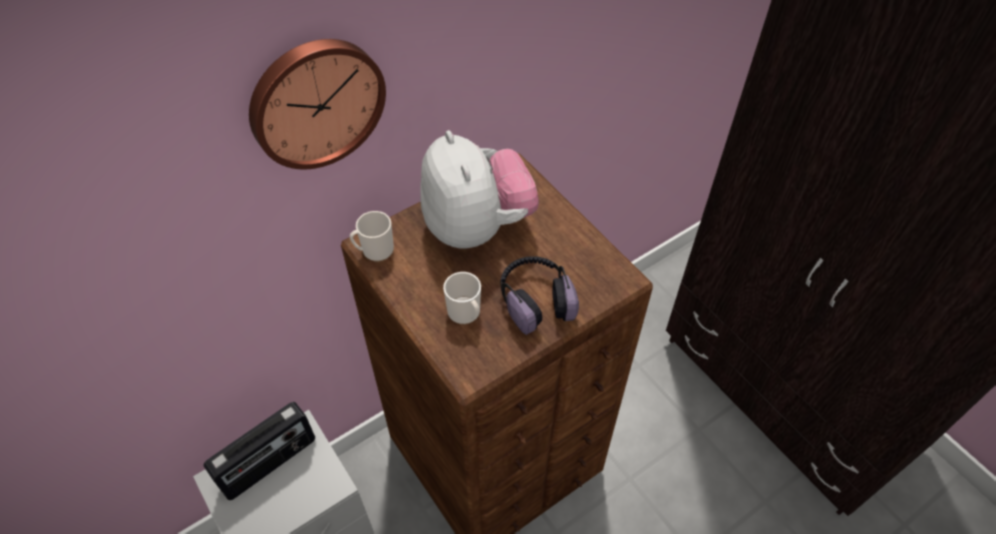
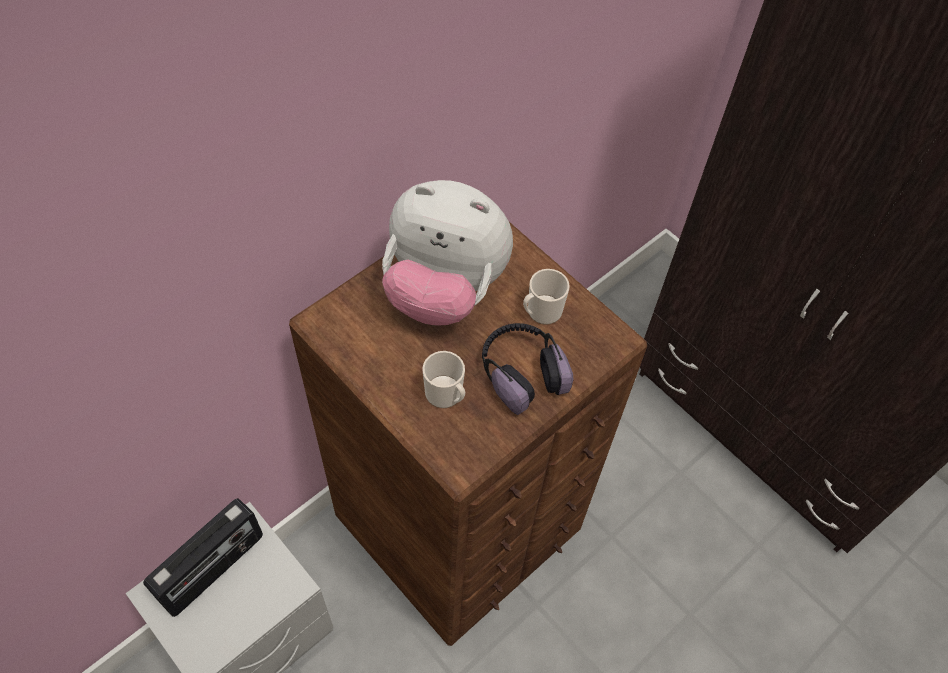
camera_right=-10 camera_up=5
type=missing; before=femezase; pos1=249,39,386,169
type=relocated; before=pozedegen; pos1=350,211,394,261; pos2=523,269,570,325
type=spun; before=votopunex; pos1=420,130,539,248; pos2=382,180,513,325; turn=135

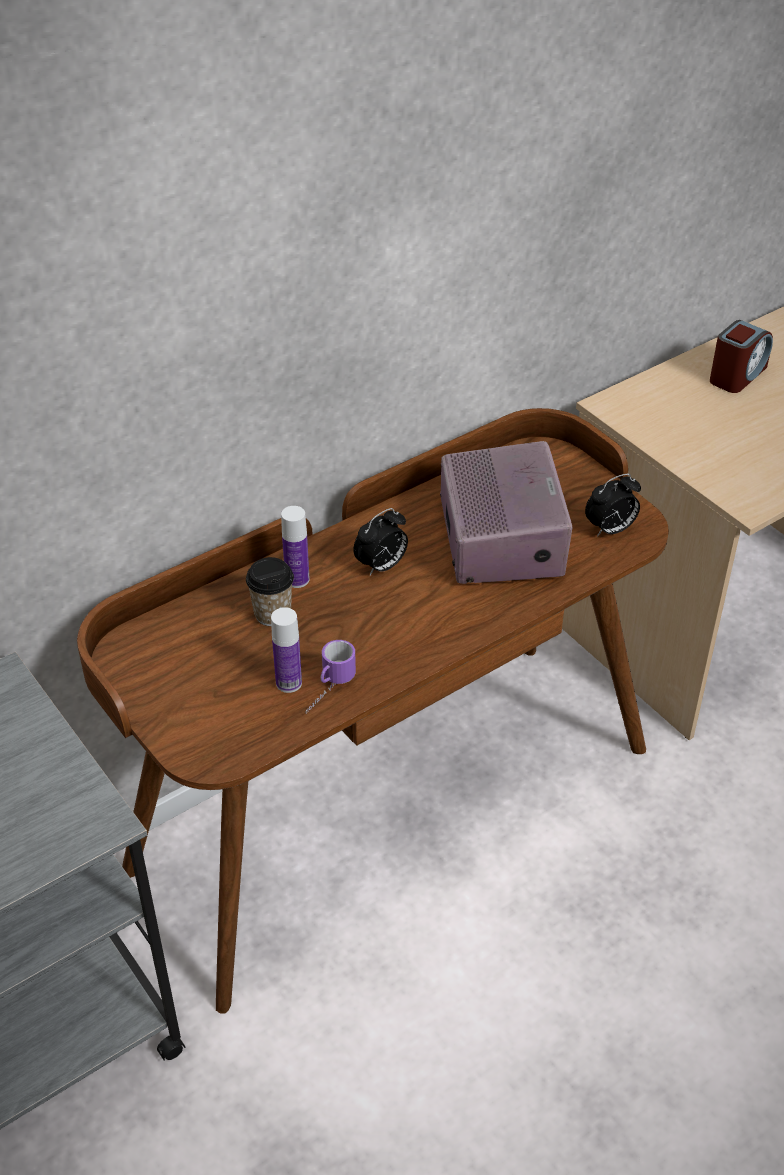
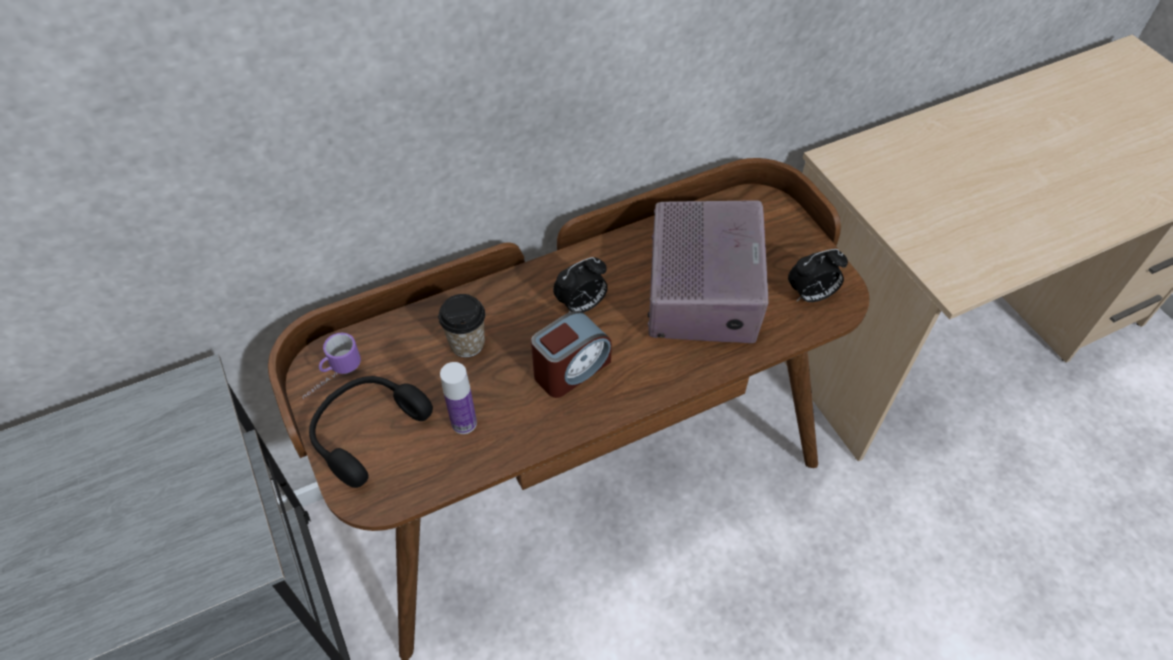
camera_right=10 camera_up=10
type=missing; before=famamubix; pos1=281,506,309,588
type=appeared; after=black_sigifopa; pos2=309,376,433,488
type=relocated; before=pozedegen; pos1=306,640,356,714; pos2=303,333,361,399
type=relocated; before=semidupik; pos1=710,320,773,393; pos2=531,311,612,398

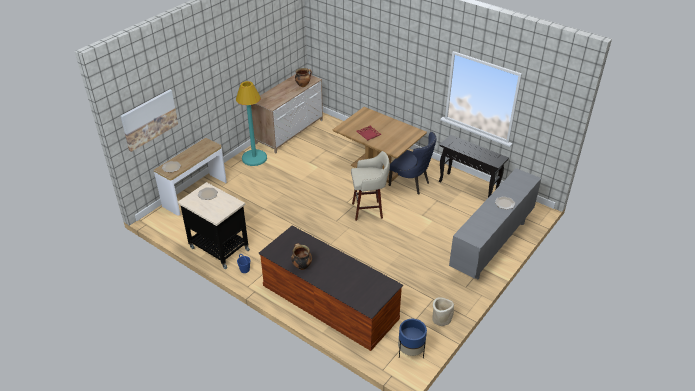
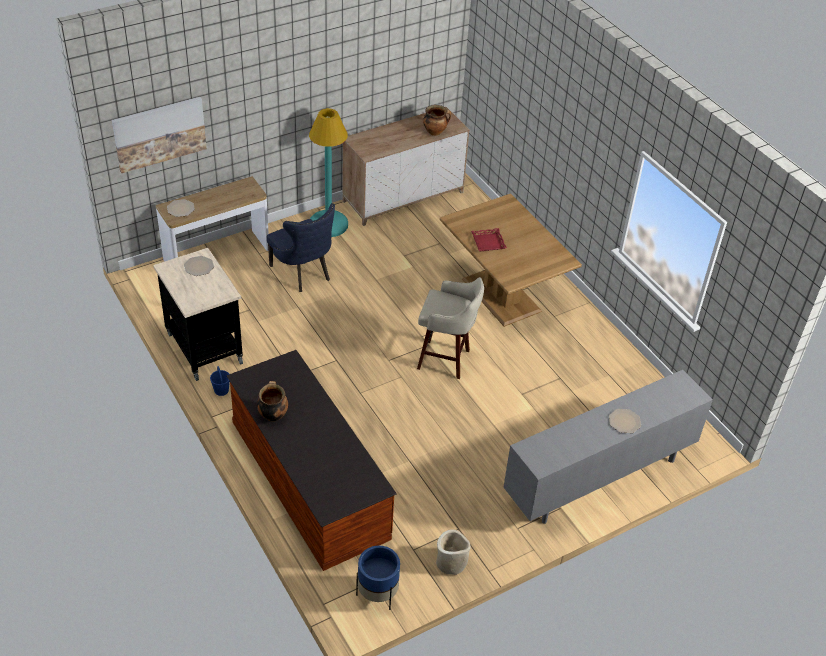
camera_right=20 camera_up=5
type=missing; before=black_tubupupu; pos1=439,135,509,198
type=relocated; before=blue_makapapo; pos1=389,132,436,195; pos2=267,203,335,292

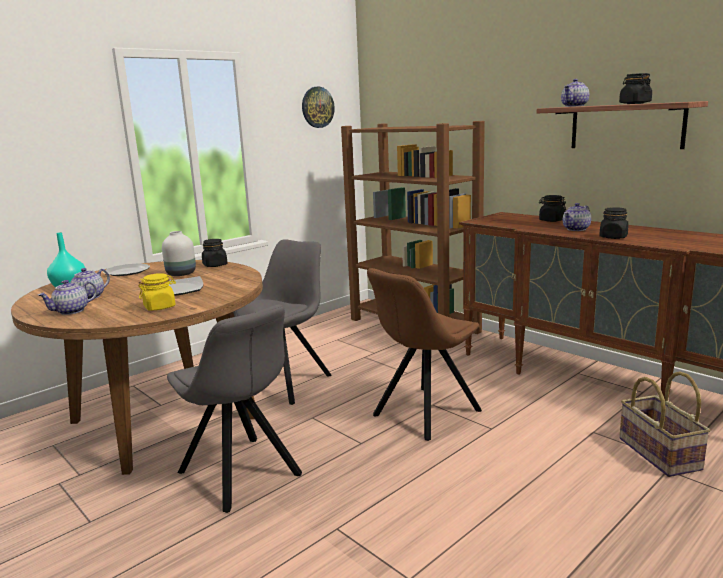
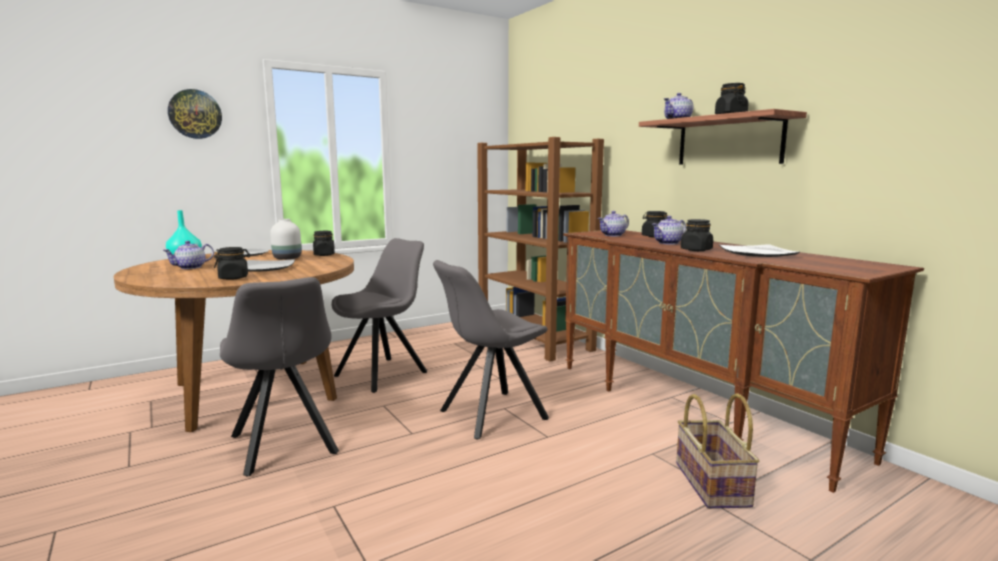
camera_right=10 camera_up=-5
type=appeared; after=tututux; pos2=719,244,800,257
type=relocated; before=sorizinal; pos1=38,280,97,315; pos2=598,211,629,236
type=relocated; before=femezase; pos1=302,87,335,128; pos2=168,89,222,139
type=colour; before=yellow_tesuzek; after=black_tesuzek; pos1=139,273,176,311; pos2=214,247,251,280
type=colour; before=brown_makapapo; after=grey_makapapo; pos1=367,268,482,441; pos2=433,260,549,439

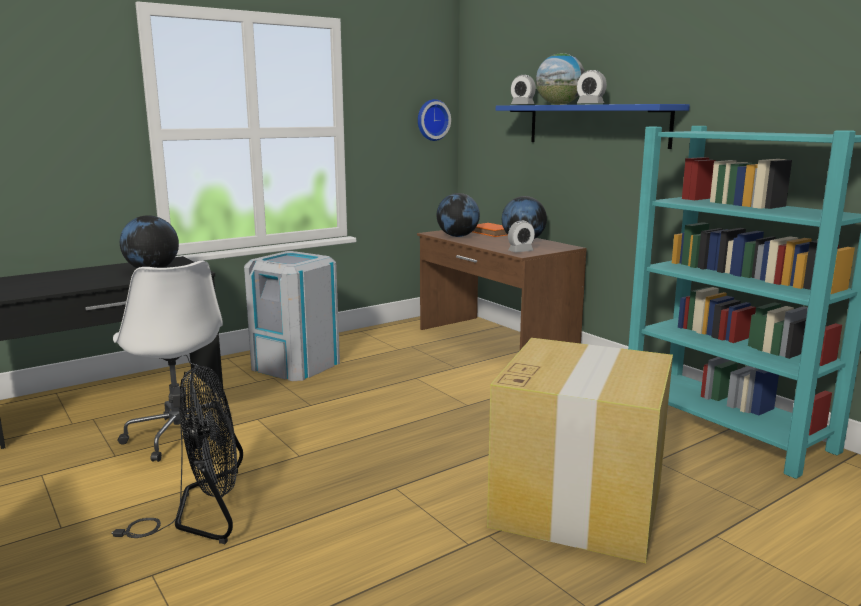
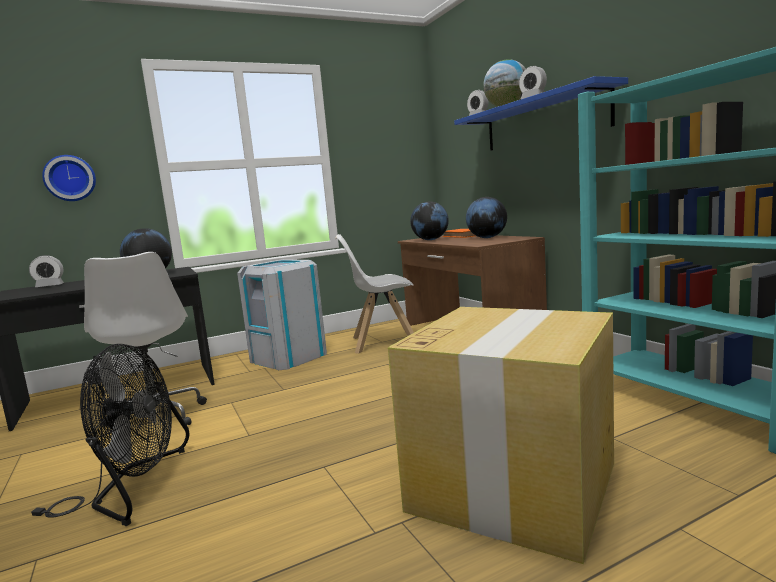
camera_right=10 camera_up=-5
type=appeared; after=makapapo; pos2=335,234,414,354
type=relocated; before=femezase; pos1=418,99,451,141; pos2=42,155,96,201
type=relocated; before=semidupik; pos1=508,221,535,252; pos2=29,255,64,287

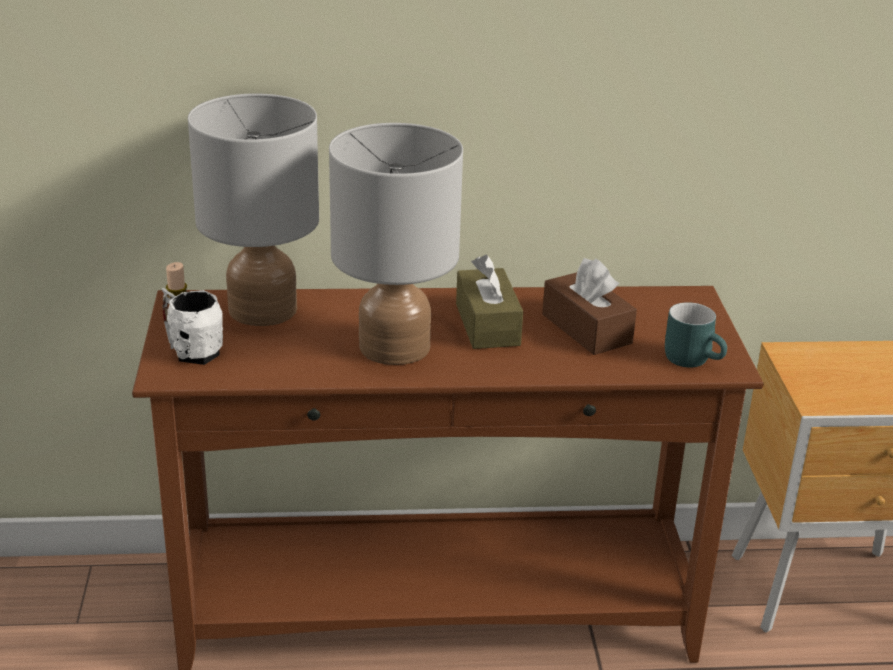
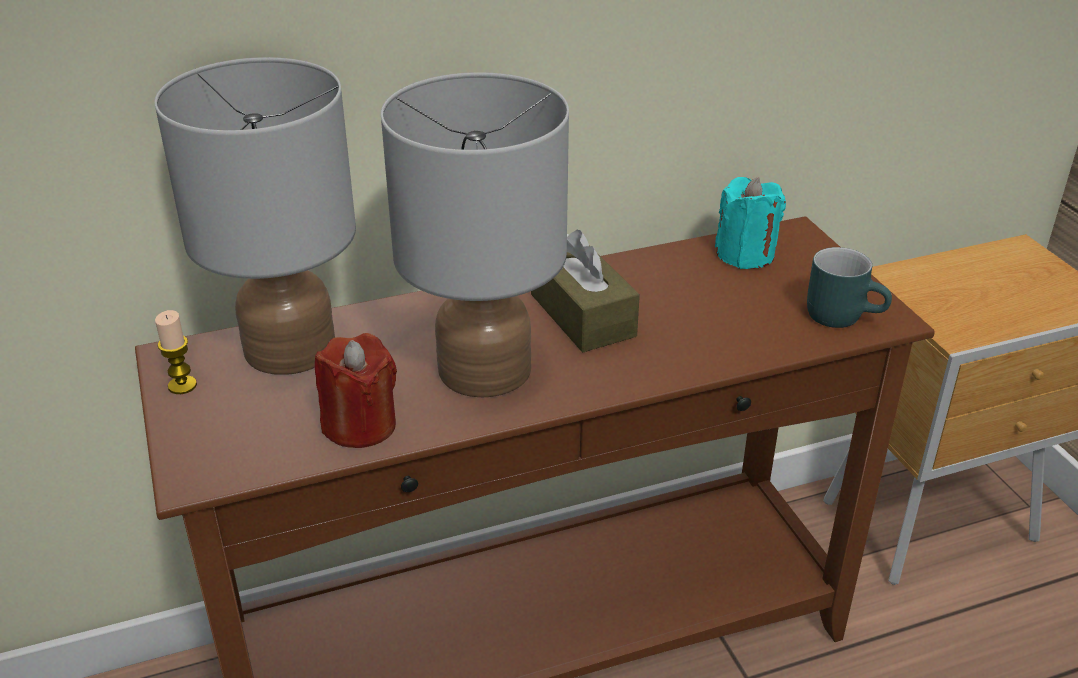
camera_right=-15 camera_up=5
type=missing; before=white_pozedegen; pos1=162,287,223,365
type=missing; before=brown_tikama; pos1=542,258,637,355
type=appeared; after=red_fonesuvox; pos2=315,333,397,448
type=appeared; after=turquoise_fonesuvox; pos2=715,177,786,269

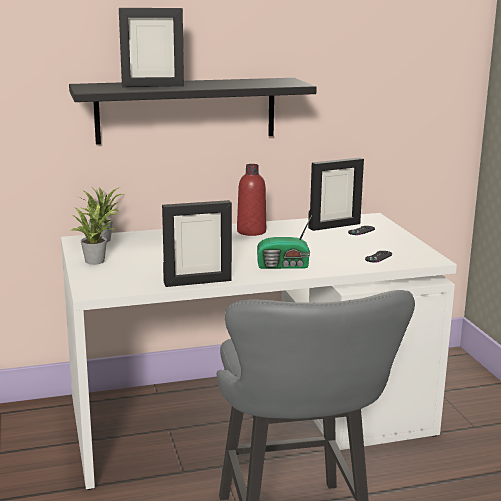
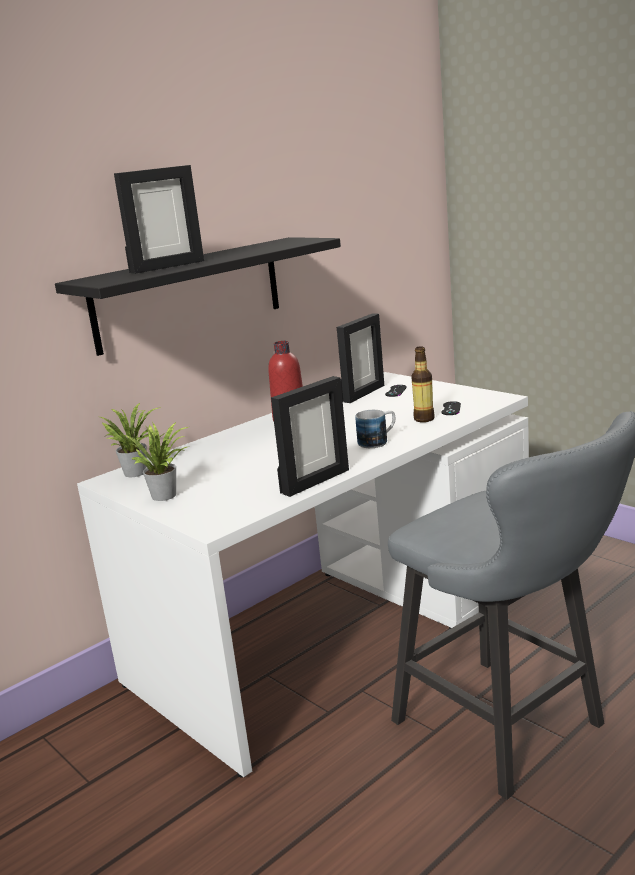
camera_right=-25 camera_up=0
type=appeared; after=famamubix; pos2=411,346,435,422
type=exchanged; before=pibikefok; after=pozedegen; pos1=257,215,312,269; pos2=355,410,395,448

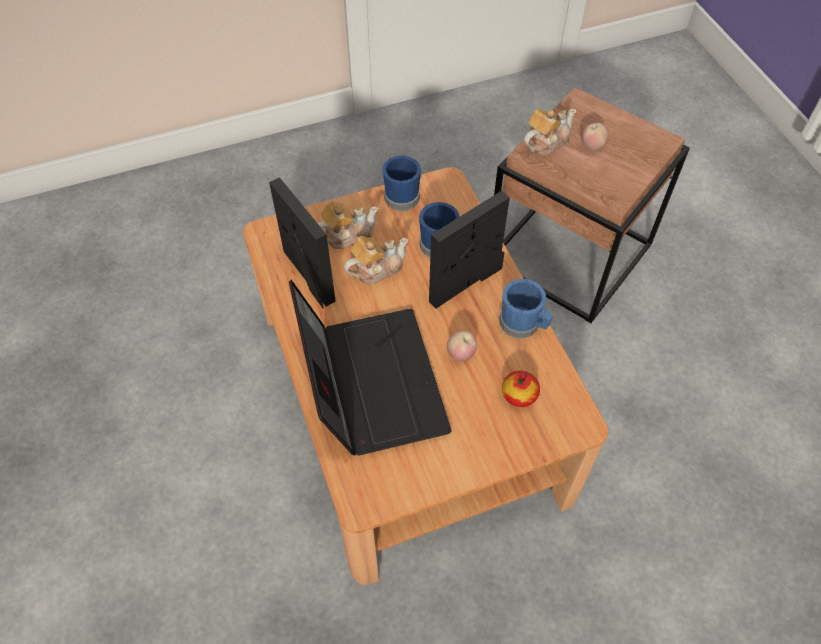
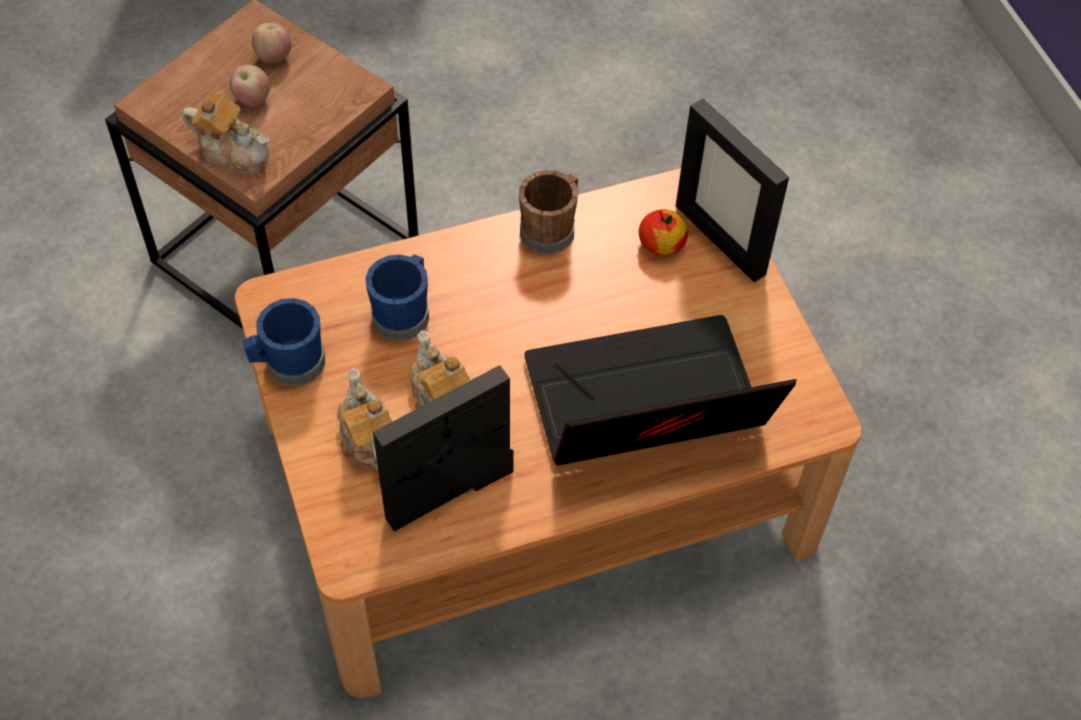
camera_right=-90 camera_up=0
type=relocated; before=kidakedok; pos1=429,191,510,309; pos2=676,98,789,282
type=relocated; before=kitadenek; pos1=447,330,477,361; pos2=252,23,291,63
type=colour; before=blue_pozedegen; after=brown_pozedegen; pos1=500,279,553,339; pos2=519,170,578,254
type=spun; before=sorizinal; pos1=524,108,576,156; pos2=183,91,269,175; turn=150

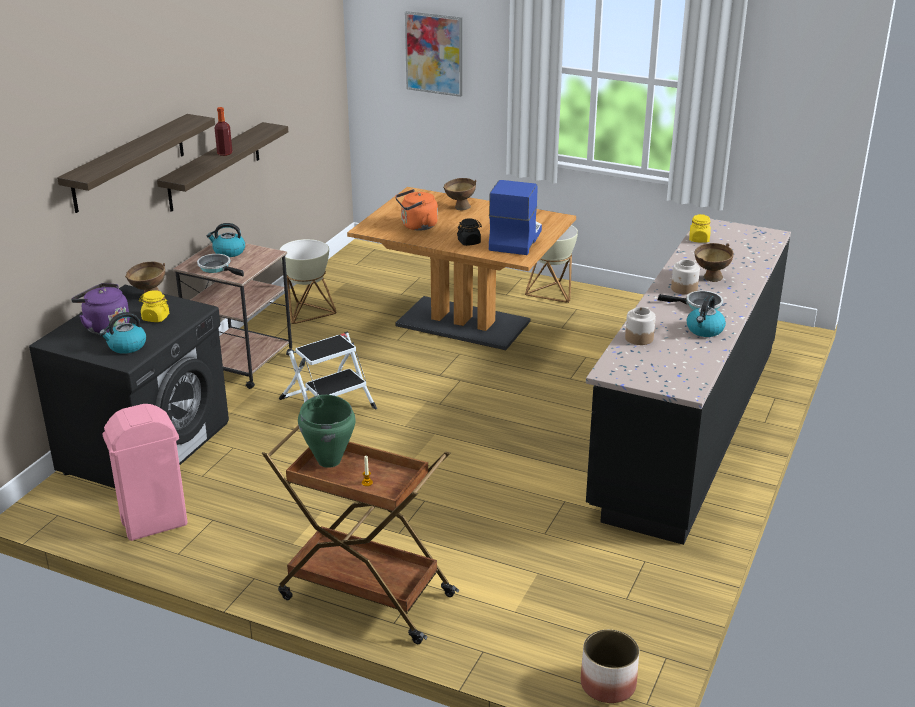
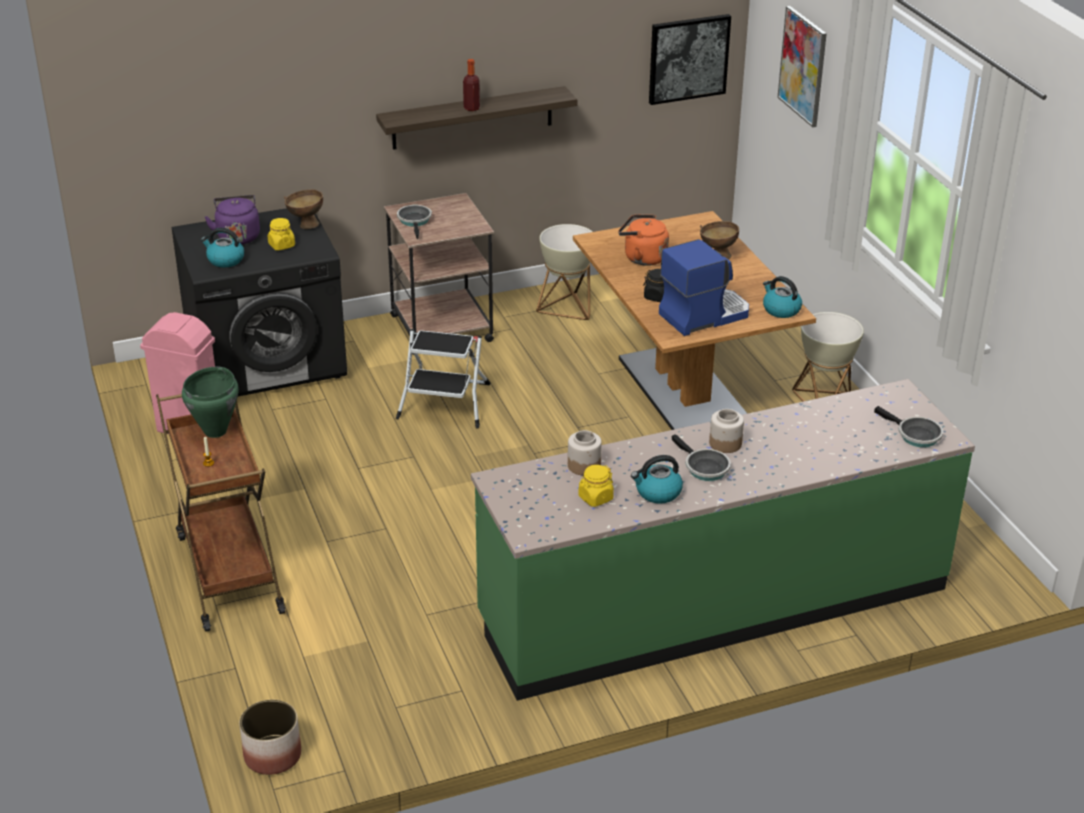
camera_right=45 camera_up=5
type=missing; before=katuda; pos1=57,114,215,213
type=missing; before=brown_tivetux; pos1=694,243,734,282
type=appeared; after=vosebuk; pos2=649,14,731,105
type=appeared; after=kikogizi; pos2=874,406,943,447
type=relocated; before=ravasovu; pos1=207,223,245,257; pos2=763,276,802,318
type=relocated; before=yellow_tesuzek; pos1=689,214,711,243; pos2=578,465,614,507
type=colour; before=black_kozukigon; after=green_kozukigon; pos1=586,219,791,545; pos2=471,379,975,701

